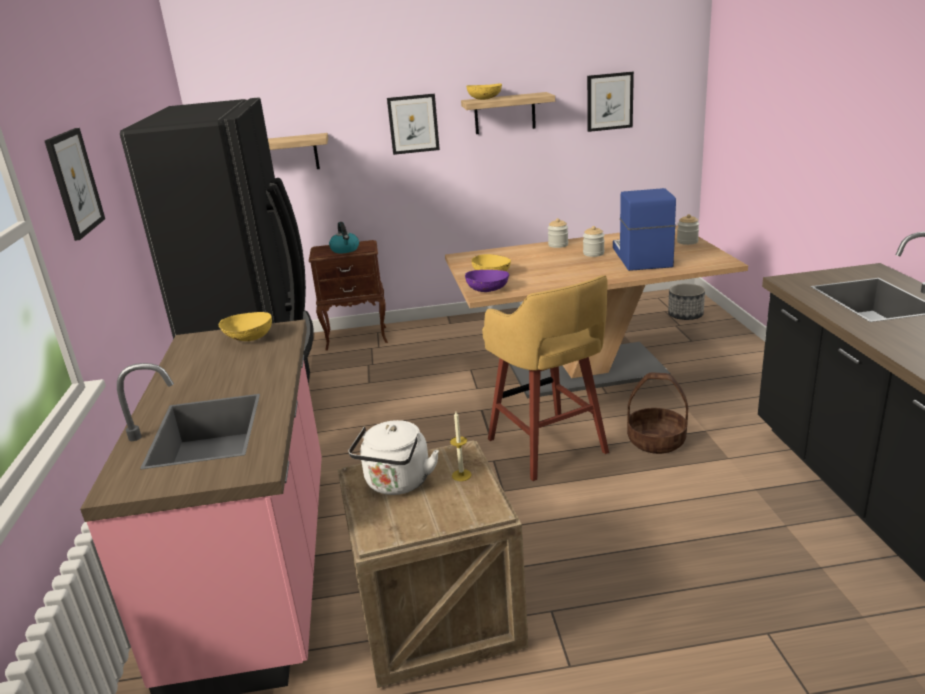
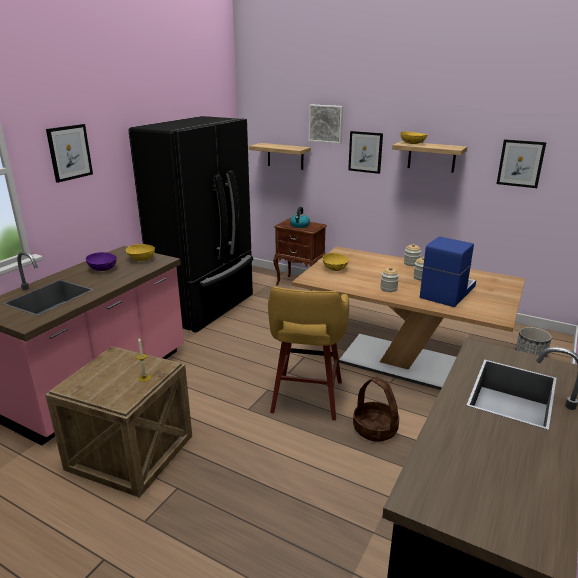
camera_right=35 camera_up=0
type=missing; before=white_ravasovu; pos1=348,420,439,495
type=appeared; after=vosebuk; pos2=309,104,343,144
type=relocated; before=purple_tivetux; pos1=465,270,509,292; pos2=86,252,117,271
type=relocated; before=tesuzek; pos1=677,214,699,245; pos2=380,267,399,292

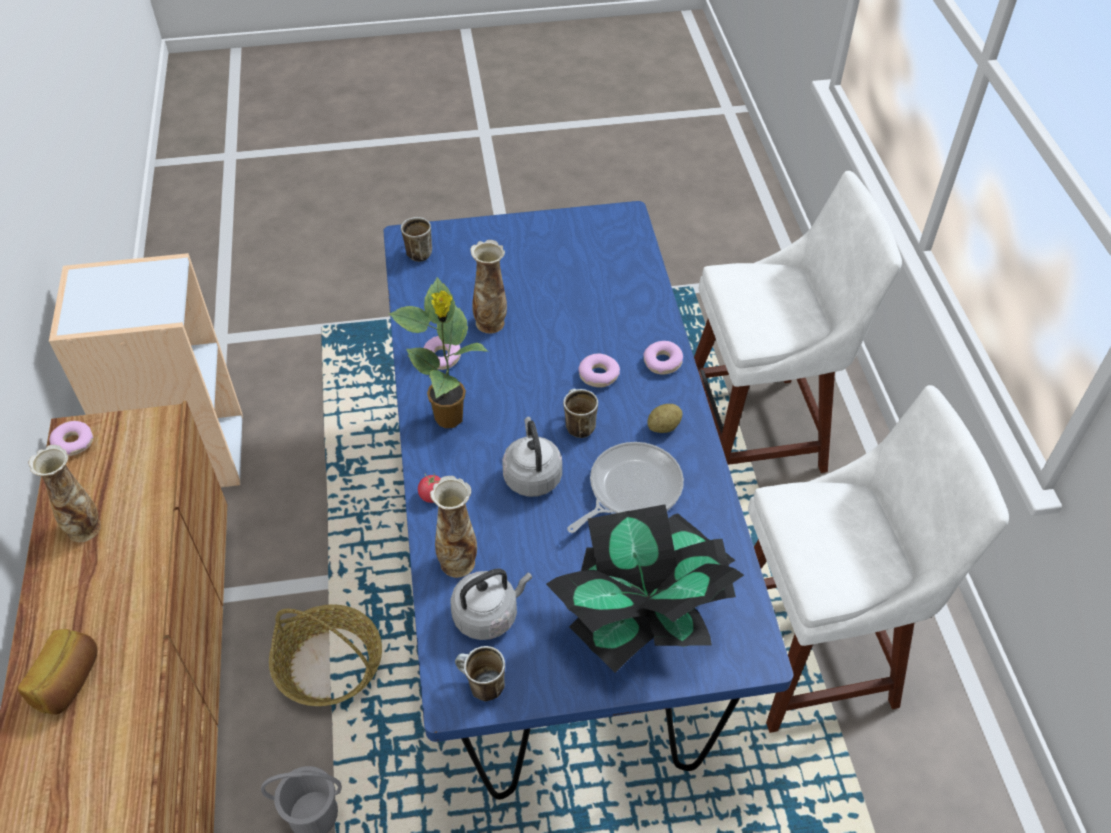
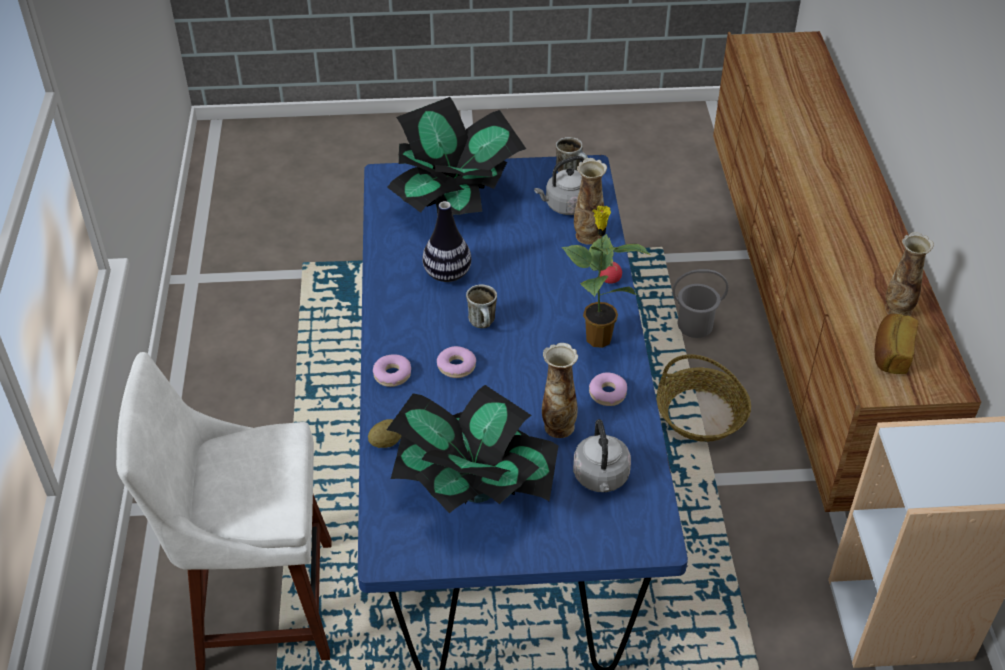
camera_right=-175 camera_up=-5
type=missing; before=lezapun; pos1=50,421,93,456
type=missing; before=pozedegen; pos1=401,217,432,262
type=missing; before=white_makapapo; pos1=748,385,1009,733
type=appeared; after=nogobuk; pos2=386,385,558,513
type=relocated; before=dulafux; pos1=18,629,97,715; pos2=875,314,919,374
type=relocated; before=grey_ravasovu; pos1=502,417,562,497; pos2=573,419,631,492
type=relocated; before=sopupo; pos1=647,404,682,433; pos2=368,419,402,448
type=exchanged; before=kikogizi; after=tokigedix; pos1=567,442,684,533; pos2=423,201,471,282

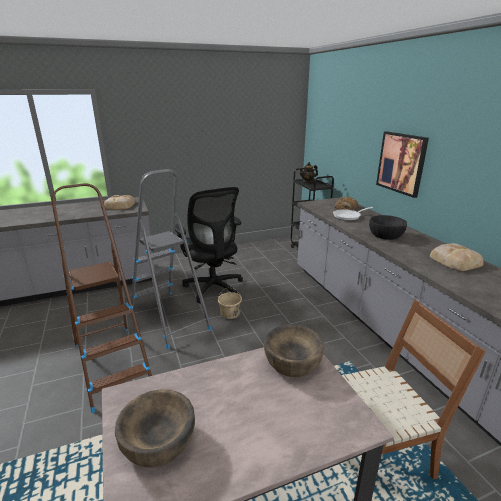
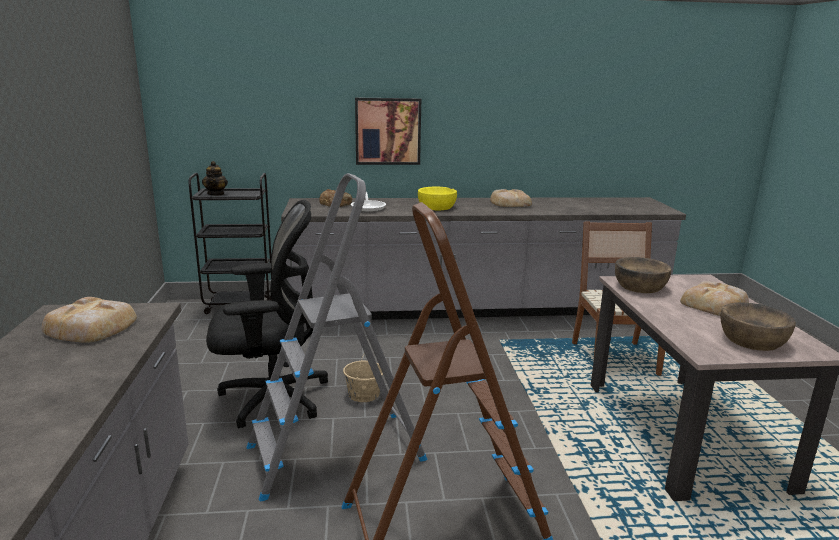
camera_right=-75 camera_up=-5
type=appeared; after=dulafux; pos2=680,281,749,316
type=colour; before=black_tivetux; after=yellow_tivetux; pos1=369,215,407,240; pos2=418,187,457,210

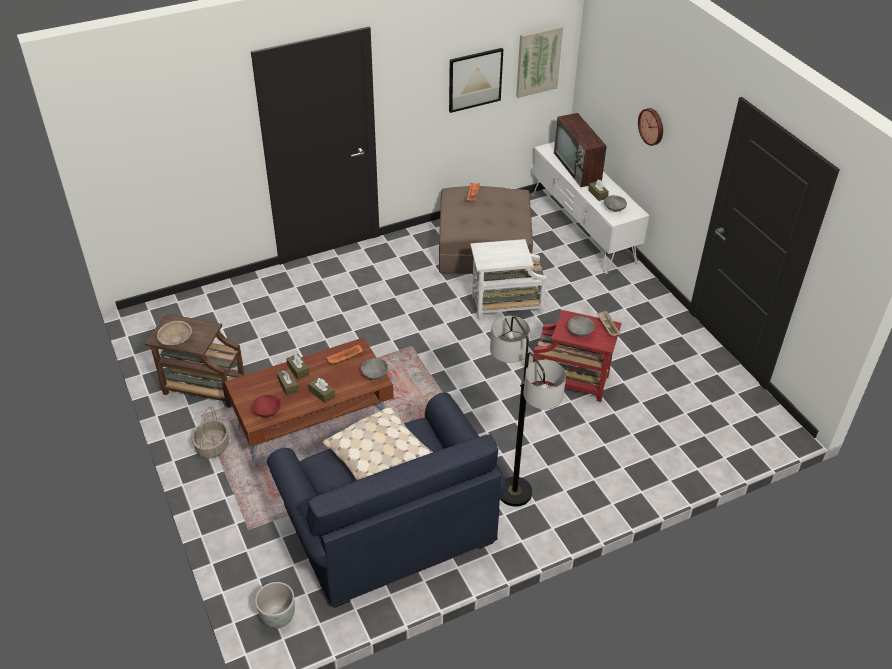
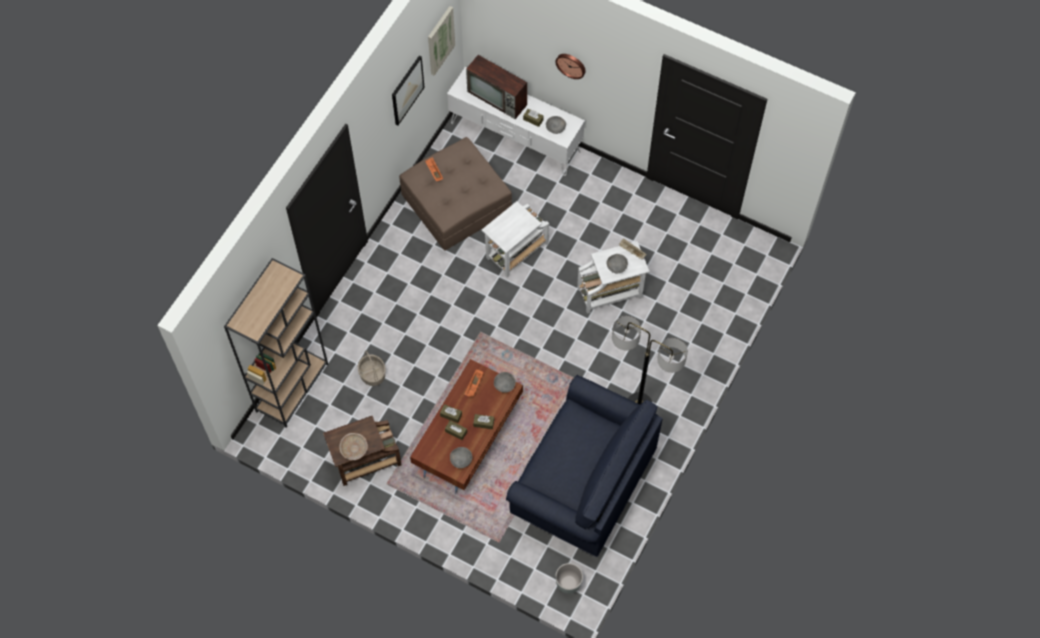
camera_right=-35 camera_up=20
type=missing; before=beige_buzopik; pos1=322,406,433,480
type=appeared; after=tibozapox; pos2=224,258,328,428
type=relocated; before=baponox; pos1=192,407,229,459; pos2=358,350,386,386
type=colour; before=red_tivetux; after=grey_tivetux; pos1=252,395,281,417; pos2=450,447,472,468
type=colour; before=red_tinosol; after=white_tinosol; pos1=532,310,621,402; pos2=577,241,650,314

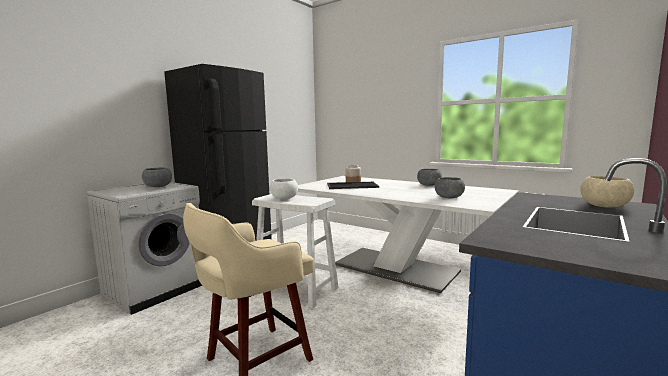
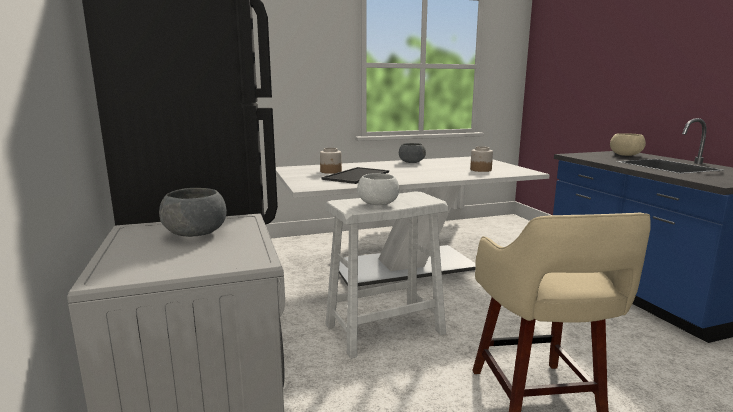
camera_right=-55 camera_up=5
type=exchanged; before=grey_tivetux; after=tesuzek; pos1=435,177,465,198; pos2=470,146,493,172

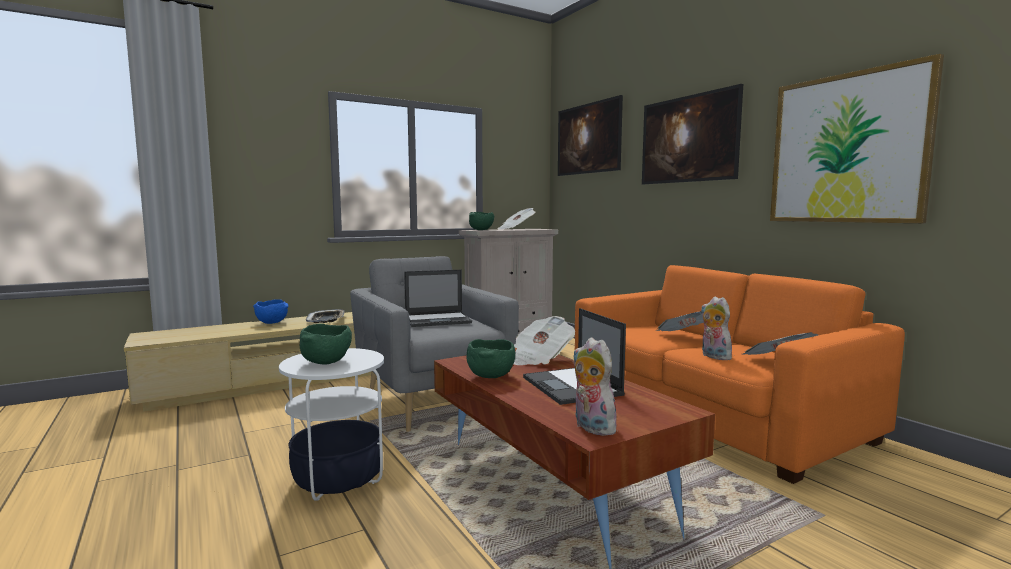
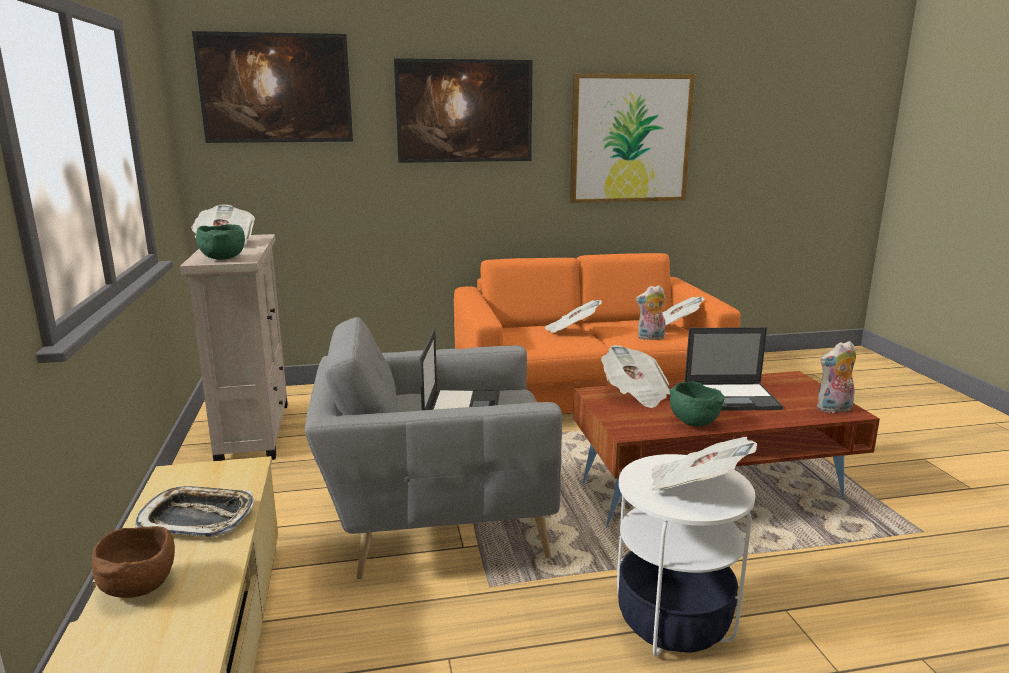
camera_right=-70 camera_up=10
type=exchanged; before=green_tivetux; after=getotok; pos1=300,324,352,365; pos2=651,437,757,491
type=colour; before=blue_tivetux; after=brown_tivetux; pos1=253,299,288,324; pos2=92,526,175,598

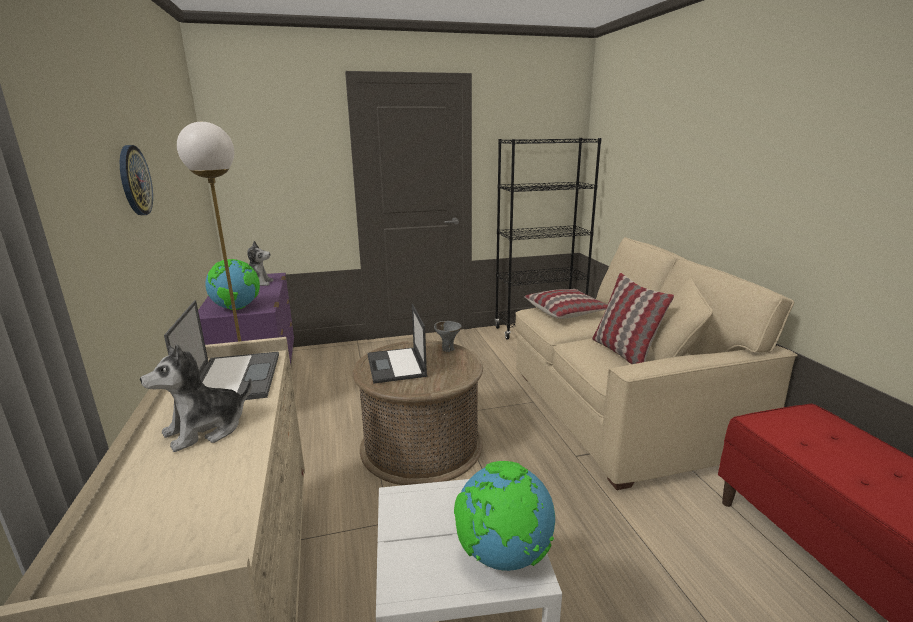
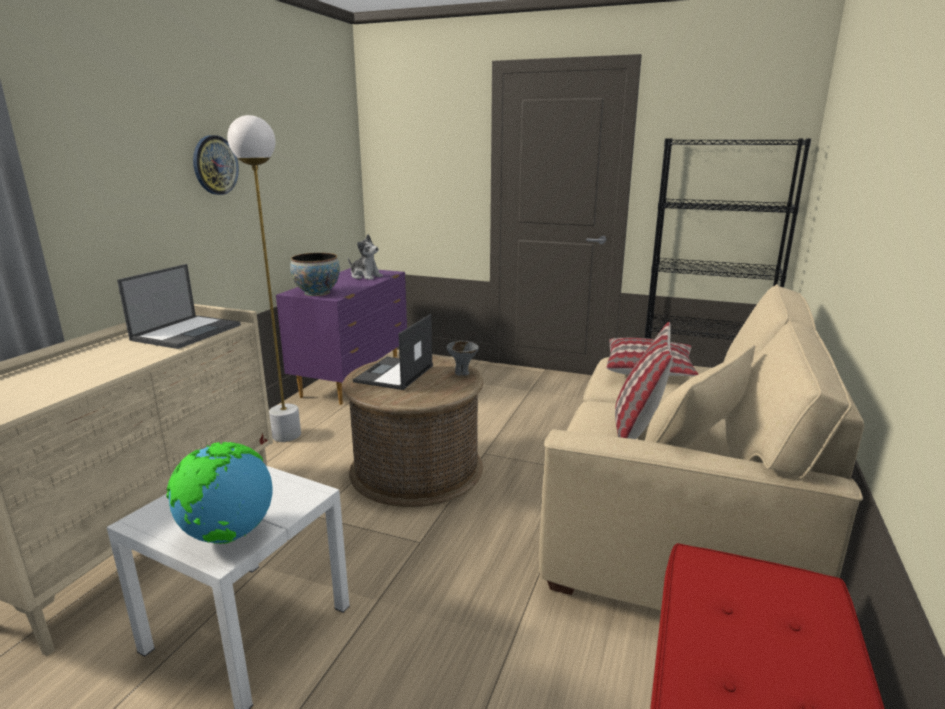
camera_right=35 camera_up=0
type=missing; before=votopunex; pos1=140,344,252,452
type=exchanged; before=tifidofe; after=tivetux; pos1=205,259,260,310; pos2=290,253,340,296

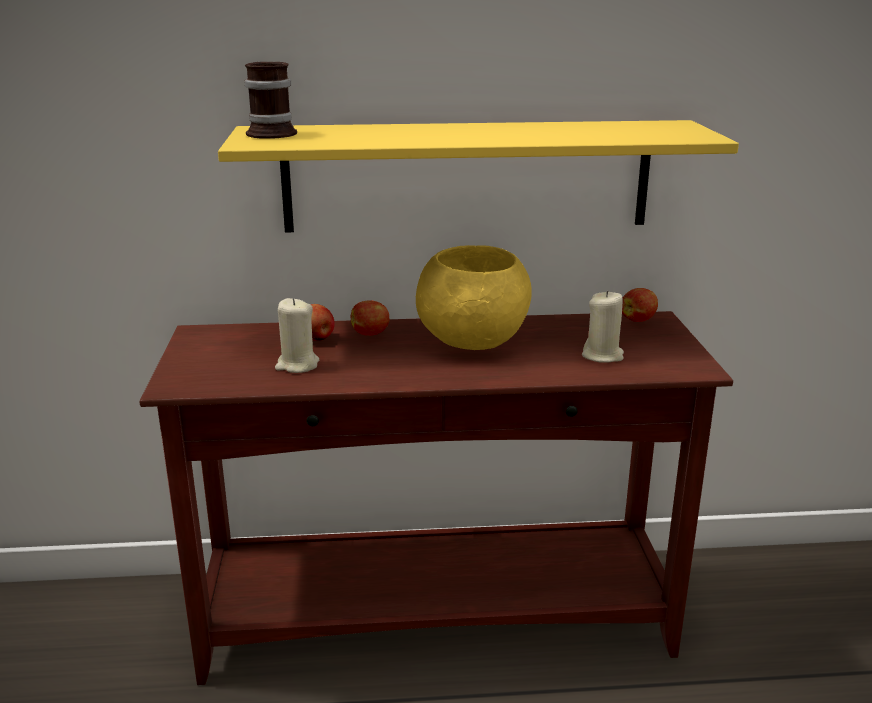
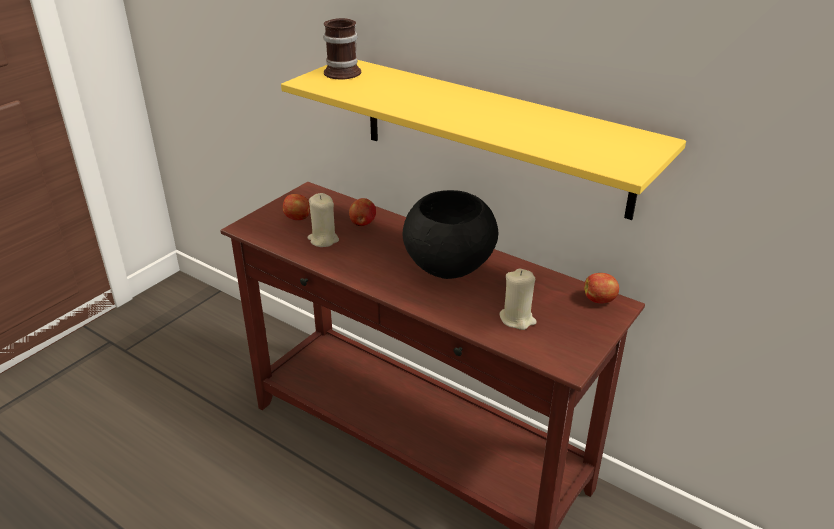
camera_right=40 camera_up=10
type=relocated; before=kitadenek; pos1=351,300,389,336; pos2=283,194,310,220
type=colour; before=yellow_tivetux; after=black_tivetux; pos1=416,245,532,350; pos2=403,190,498,279

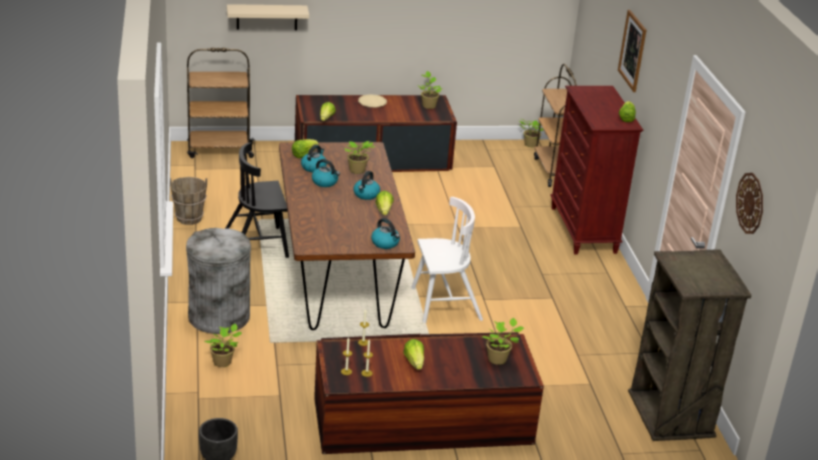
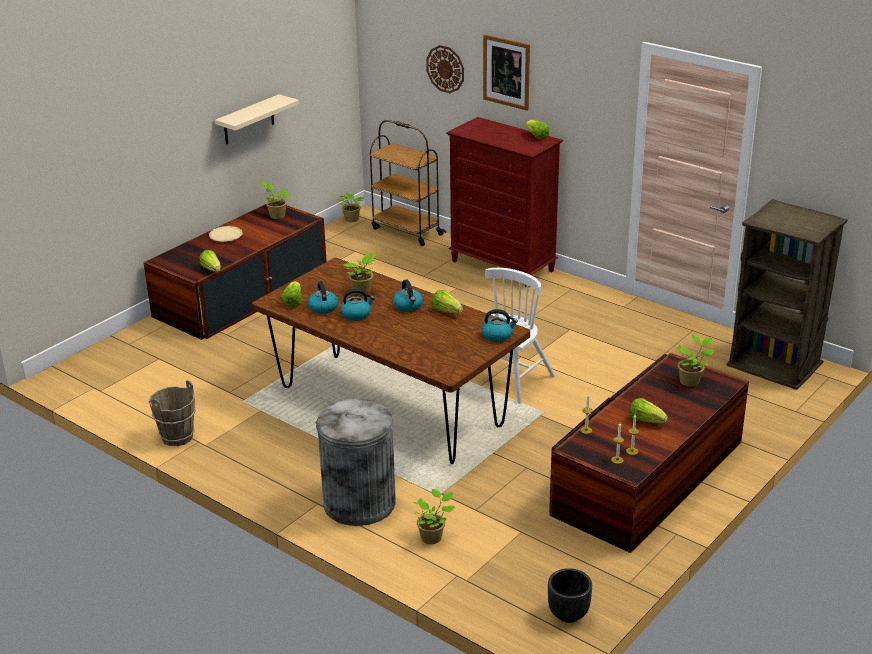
camera_right=-40 camera_up=0
type=missing; before=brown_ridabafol; pos1=187,48,255,158
type=missing; before=black_makapapo; pos1=225,142,289,258
type=relocated; before=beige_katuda; pos1=227,4,309,30; pos2=215,94,299,144
type=relocated; before=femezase; pos1=736,173,763,234; pos2=426,45,464,93

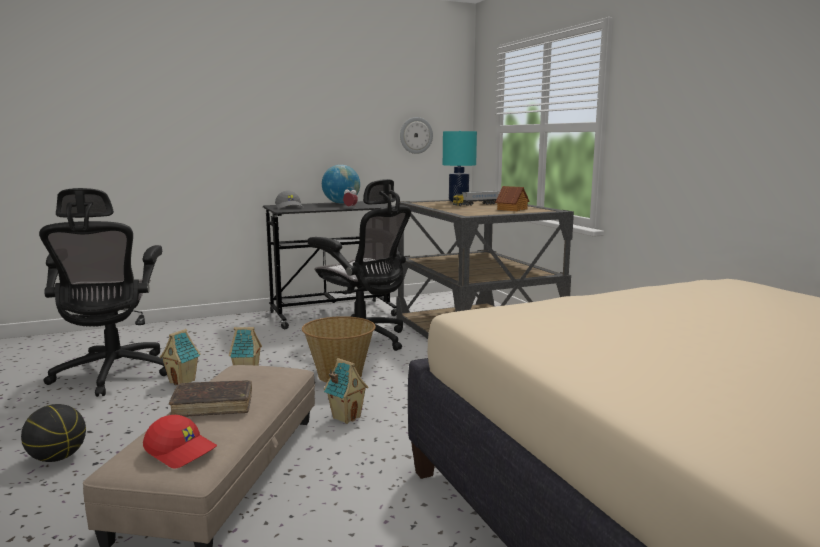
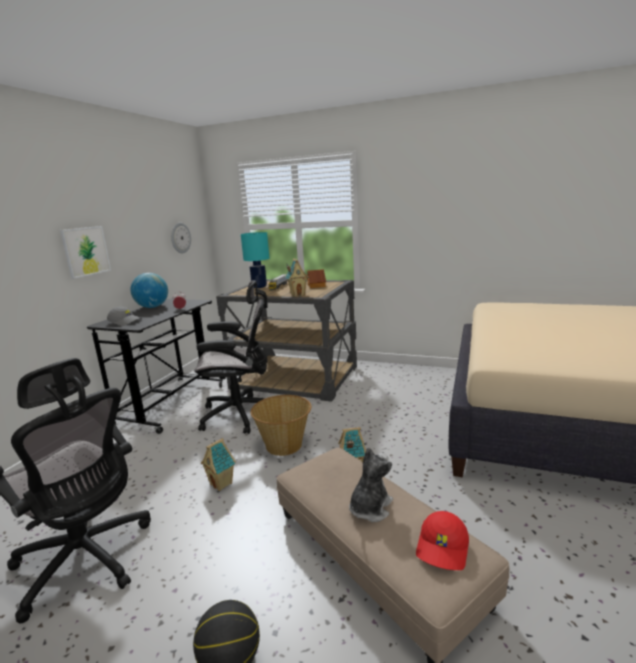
camera_right=-45 camera_up=5
type=appeared; after=vosebuk; pos2=60,226,111,279
type=relocated; before=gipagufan; pos1=159,329,201,385; pos2=285,259,309,296
type=exchanged; before=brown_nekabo; after=votopunex; pos1=169,380,252,417; pos2=349,447,393,522
type=spun; before=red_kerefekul; pos1=143,415,217,469; pos2=416,511,469,570; turn=135

